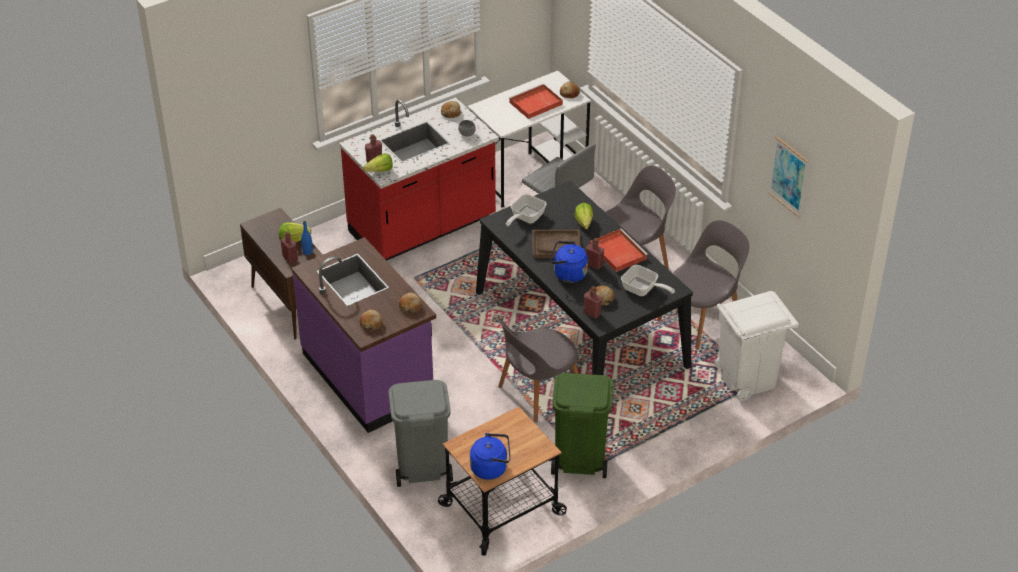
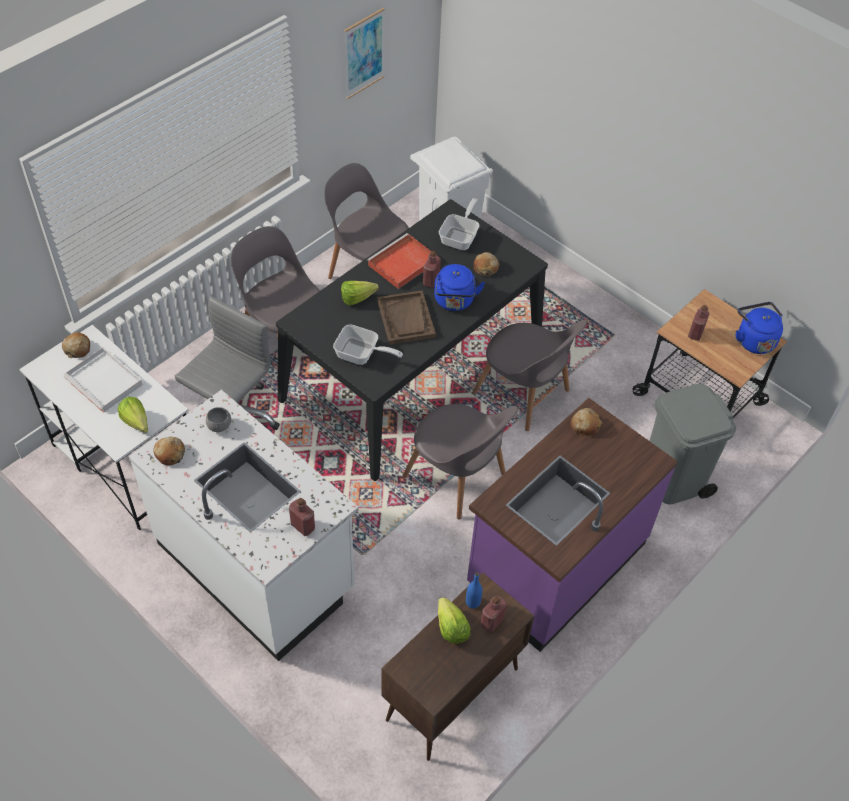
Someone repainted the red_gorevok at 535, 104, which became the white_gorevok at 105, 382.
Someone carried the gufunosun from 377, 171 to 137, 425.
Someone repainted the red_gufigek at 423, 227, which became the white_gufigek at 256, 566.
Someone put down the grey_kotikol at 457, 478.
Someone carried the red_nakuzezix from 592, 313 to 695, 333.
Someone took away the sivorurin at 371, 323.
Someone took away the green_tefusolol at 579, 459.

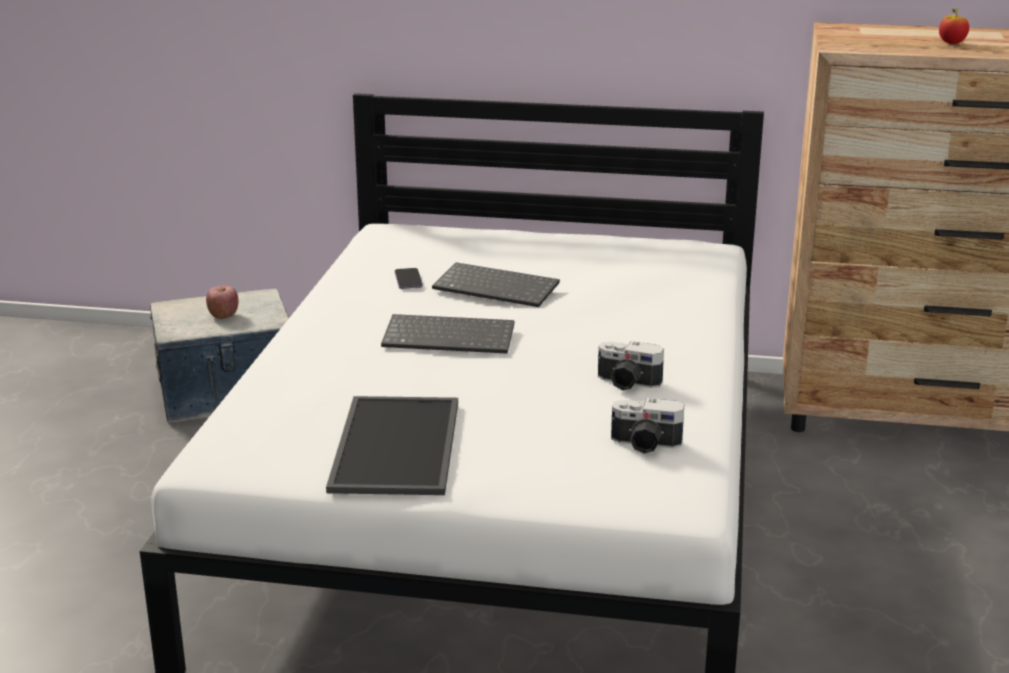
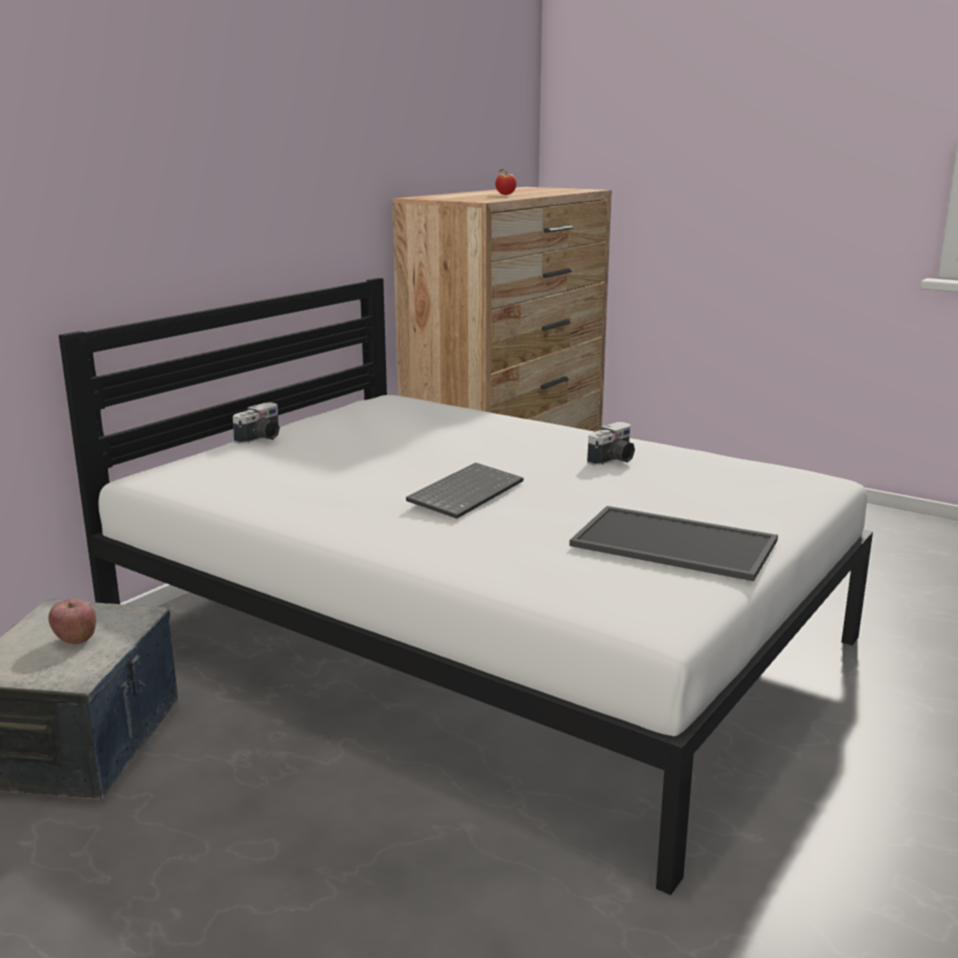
Someone carried the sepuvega from 645, 444 to 261, 438.
Someone took away the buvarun at 408, 280.
Someone took away the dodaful at 498, 287.

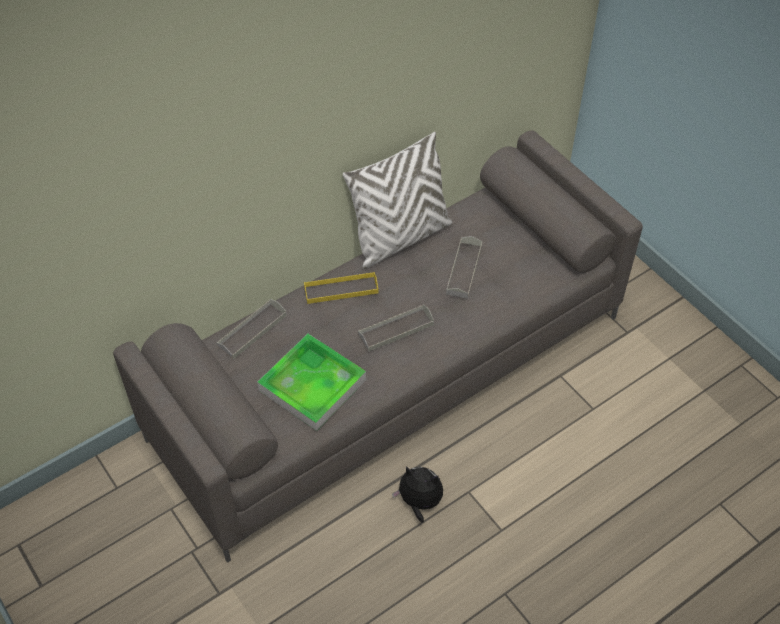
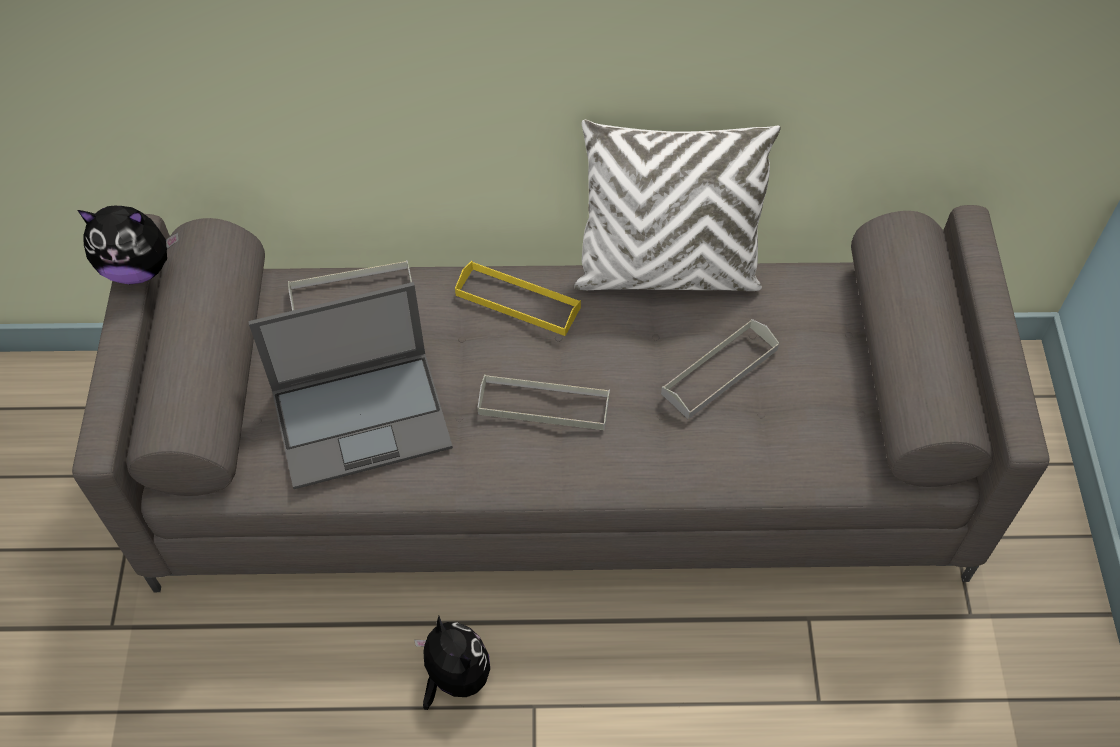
Someone put down the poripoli at 138, 268.
Someone swapped the gorevok at 312, 385 for the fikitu at 363, 417.

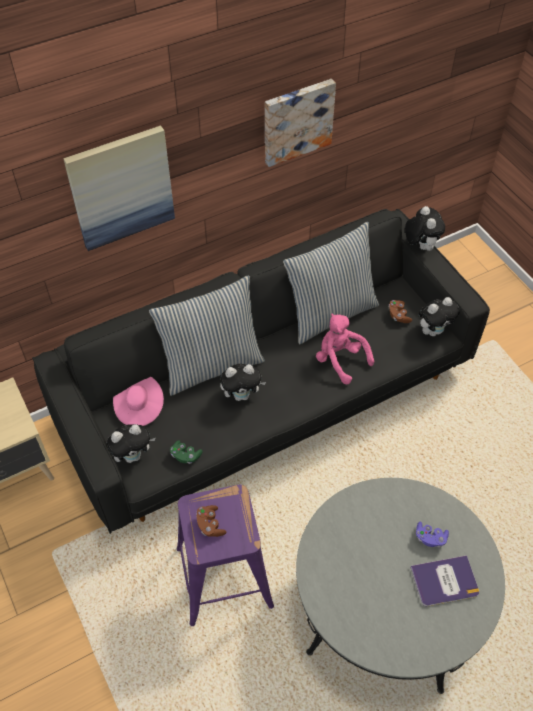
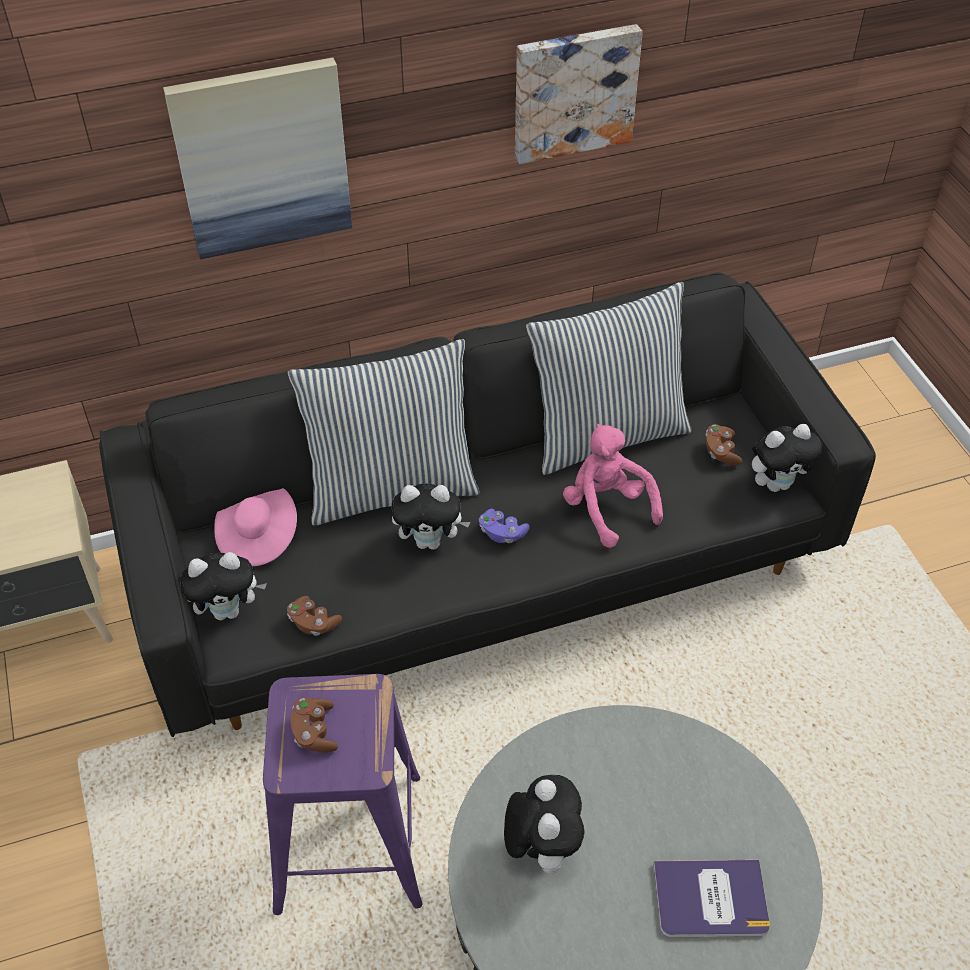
Someone repainted the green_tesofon at 185, 456, which became the brown_tesofon at 313, 623.
Someone carried the purple_tesofon from 430, 538 to 502, 533.
Someone carried the poripoli from 420, 246 to 541, 848.

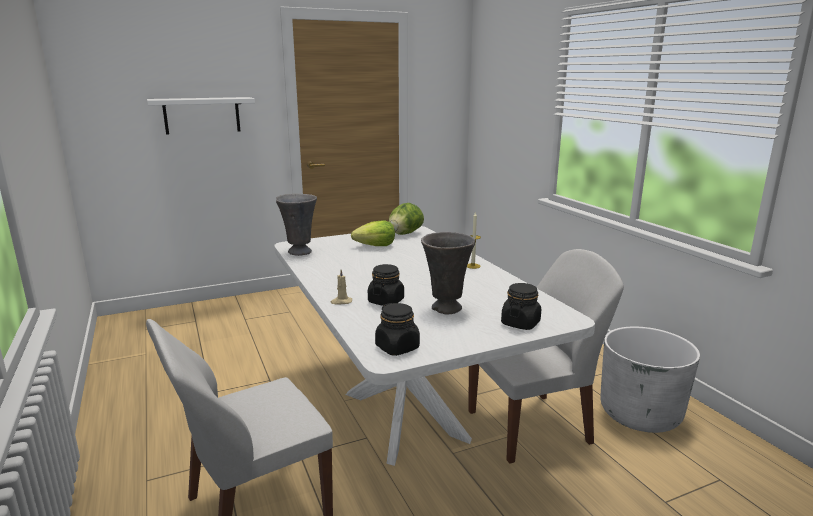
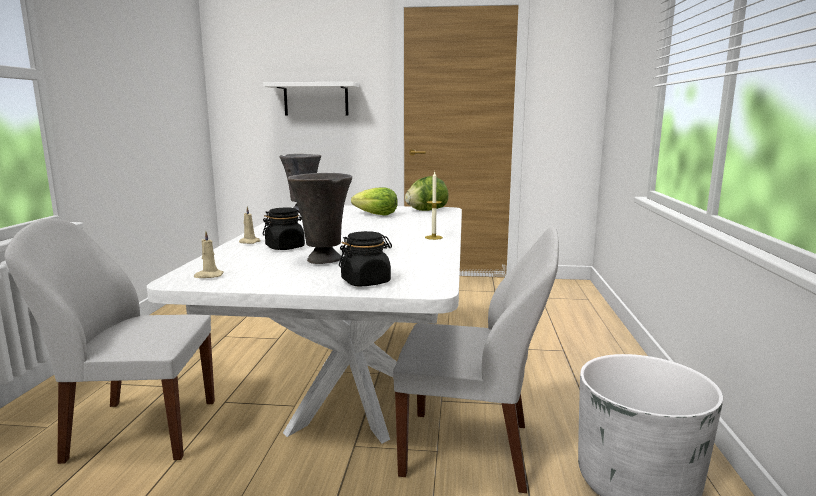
Someone swapped the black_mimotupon at 397, 347 for the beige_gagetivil at 208, 276.

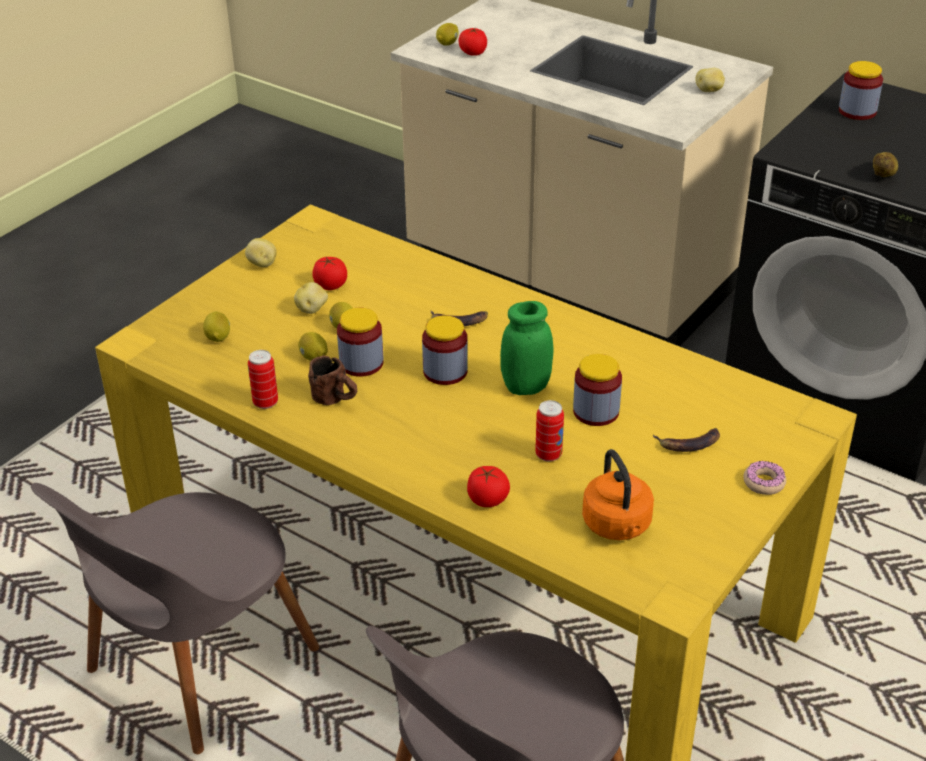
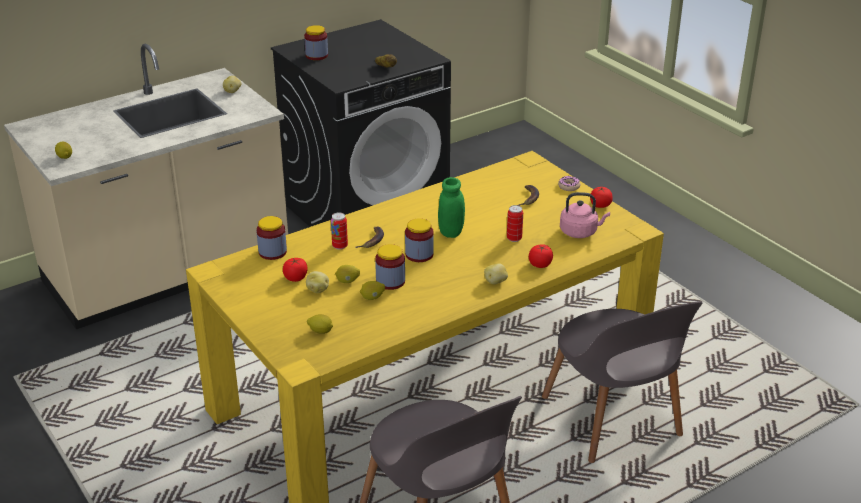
Someone carried the mimotupon from 596, 411 to 272, 252.
Someone carried the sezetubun from 265, 402 to 340, 246.
Someone carried the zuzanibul from 262, 264 to 496, 282.
Someone repainted the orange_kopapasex at 618, 526, which became the pink_kopapasex at 580, 232.
Someone carried the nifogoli from 473, 53 to 600, 205.
Someone took away the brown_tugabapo at 336, 400.

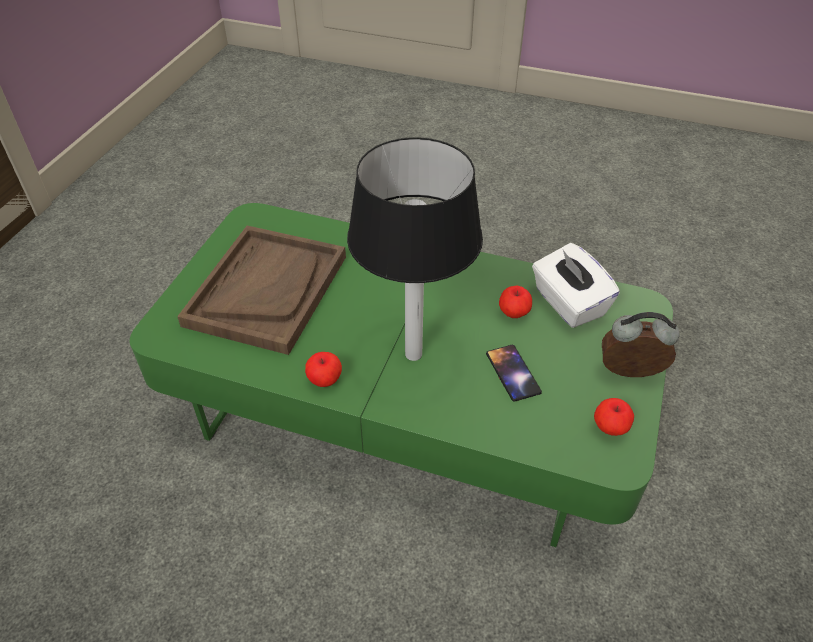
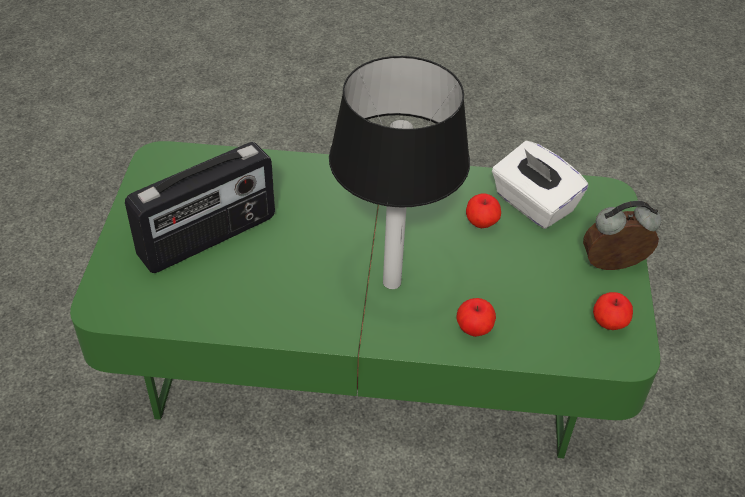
Someone swapped the brown_gorevok at 267, 290 for the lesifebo at 209, 238.
Someone carried the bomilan from 325, 380 to 474, 328.
Someone took away the buvarun at 512, 373.

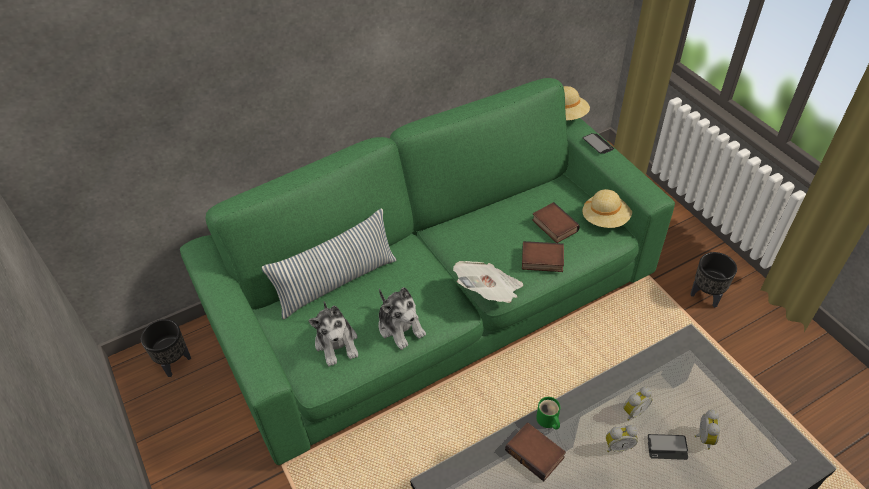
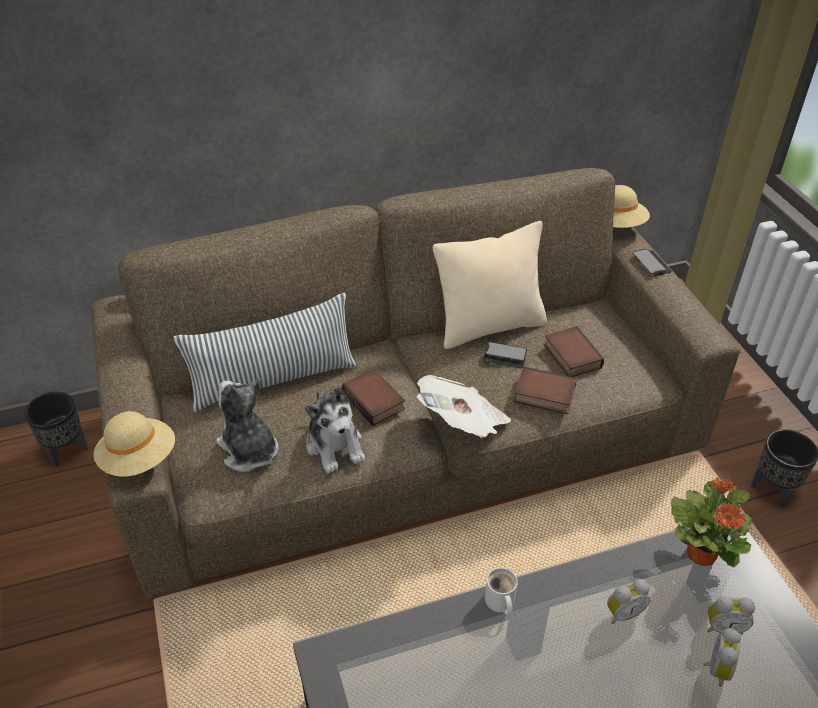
Someone repainted the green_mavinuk at 436, 299, which became the brown_mavinuk at 408, 432.
Someone carried the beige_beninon from 605, 219 to 139, 459.
Someone rotated the poripoli at 337, 343 by 150 degrees clockwise.
Someone carried the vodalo from 536, 453 to 375, 401.
Someone put down the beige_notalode at 489, 326.
Someone carried the buvarun from 667, 447 to 505, 356.
Someone repainted the green_tugabapo at 547, 420, which became the white_tugabapo at 499, 602.
Someone put down the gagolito at 701, 553.
Someone carried the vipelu from 618, 445 to 723, 627.

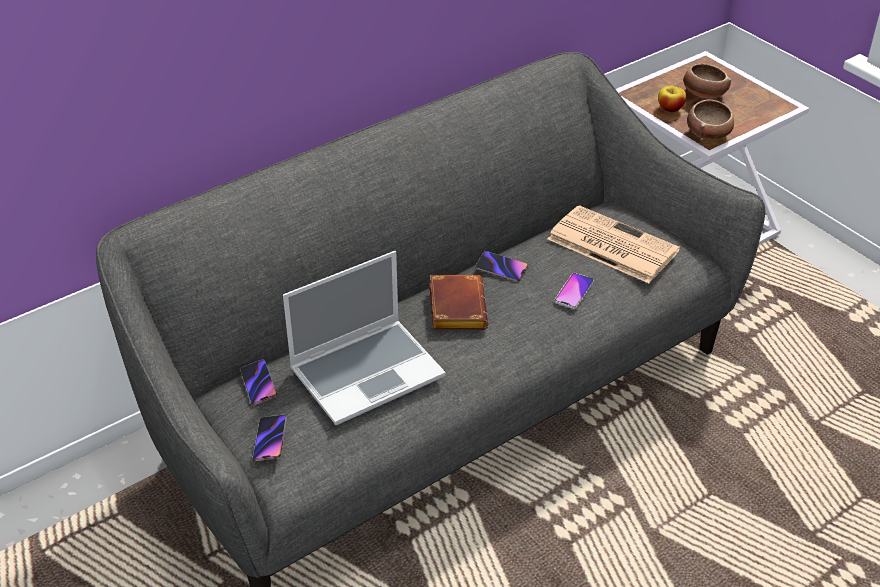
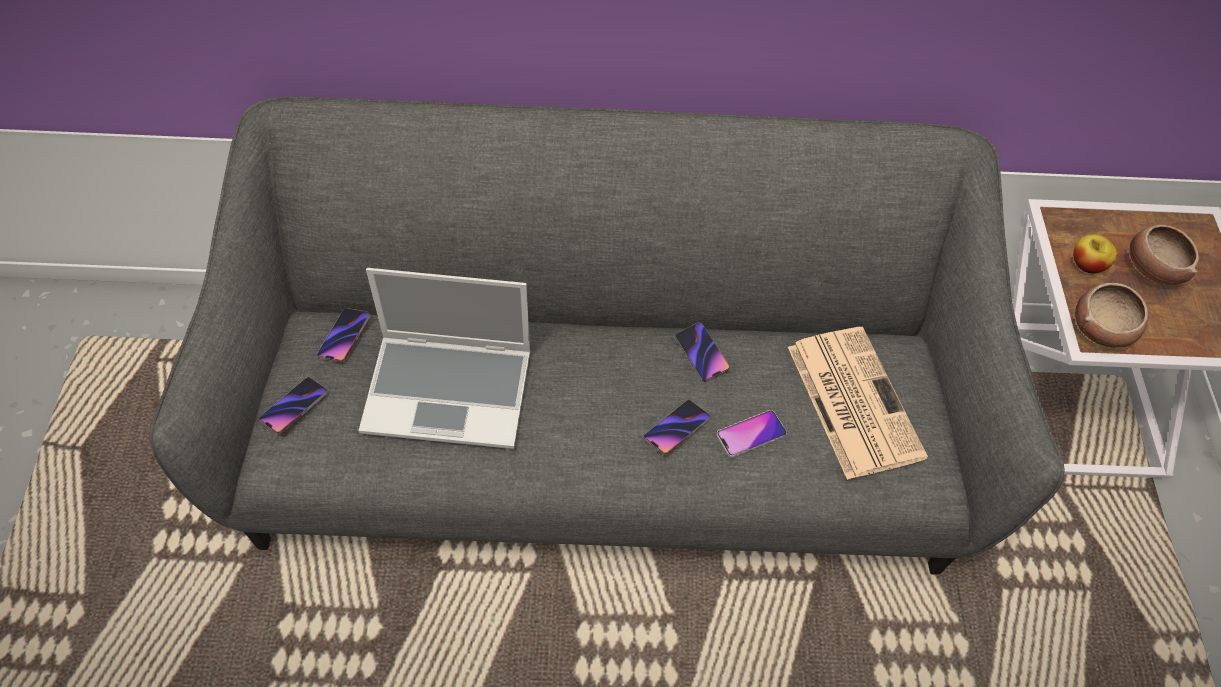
Someone put down the buvarun at 676, 429.
Someone took away the brown_vodalo at 455, 307.

